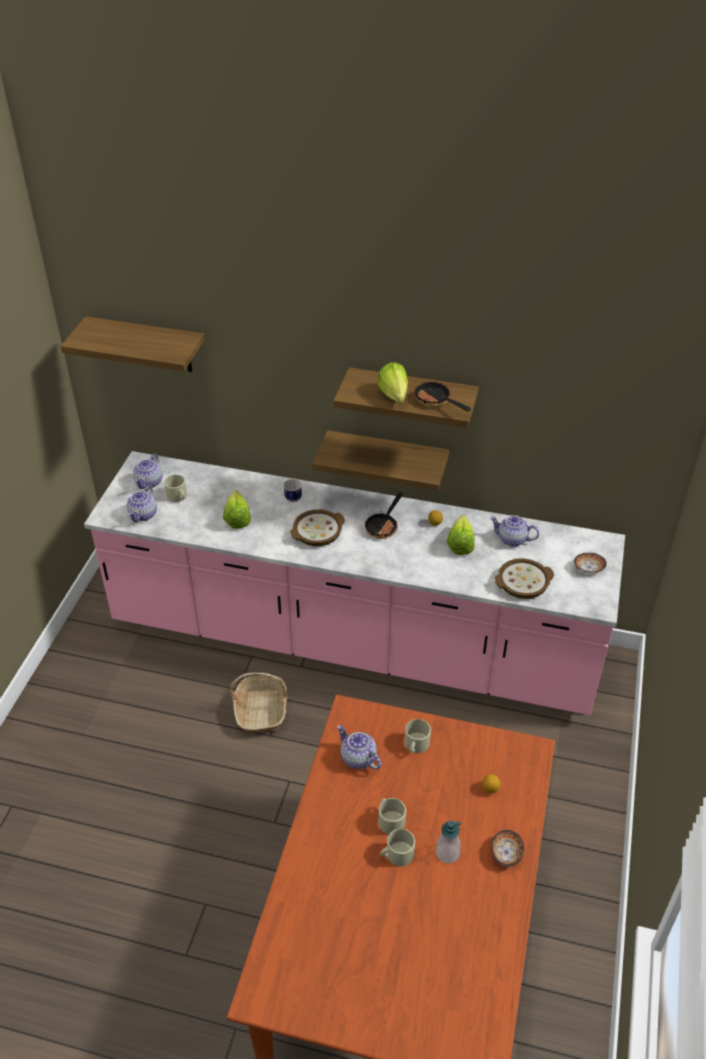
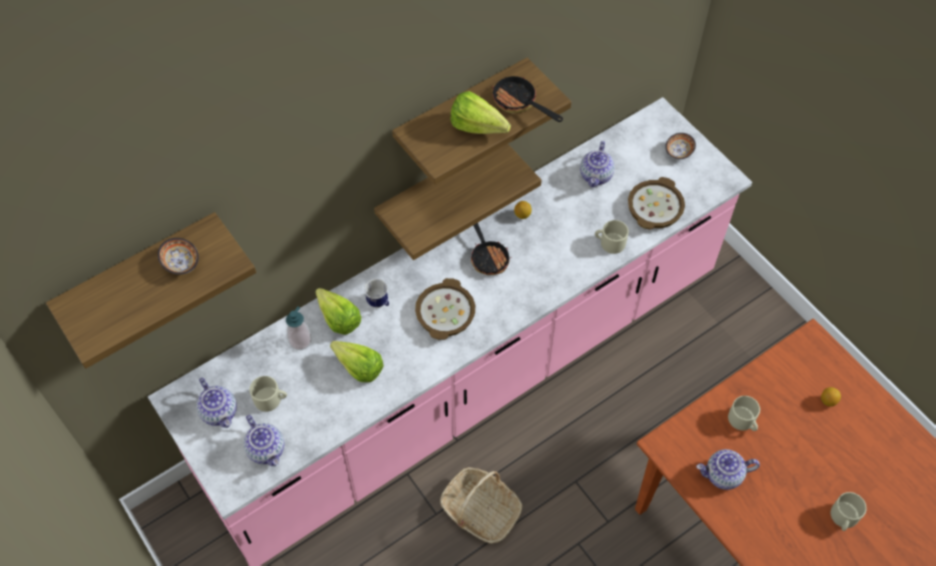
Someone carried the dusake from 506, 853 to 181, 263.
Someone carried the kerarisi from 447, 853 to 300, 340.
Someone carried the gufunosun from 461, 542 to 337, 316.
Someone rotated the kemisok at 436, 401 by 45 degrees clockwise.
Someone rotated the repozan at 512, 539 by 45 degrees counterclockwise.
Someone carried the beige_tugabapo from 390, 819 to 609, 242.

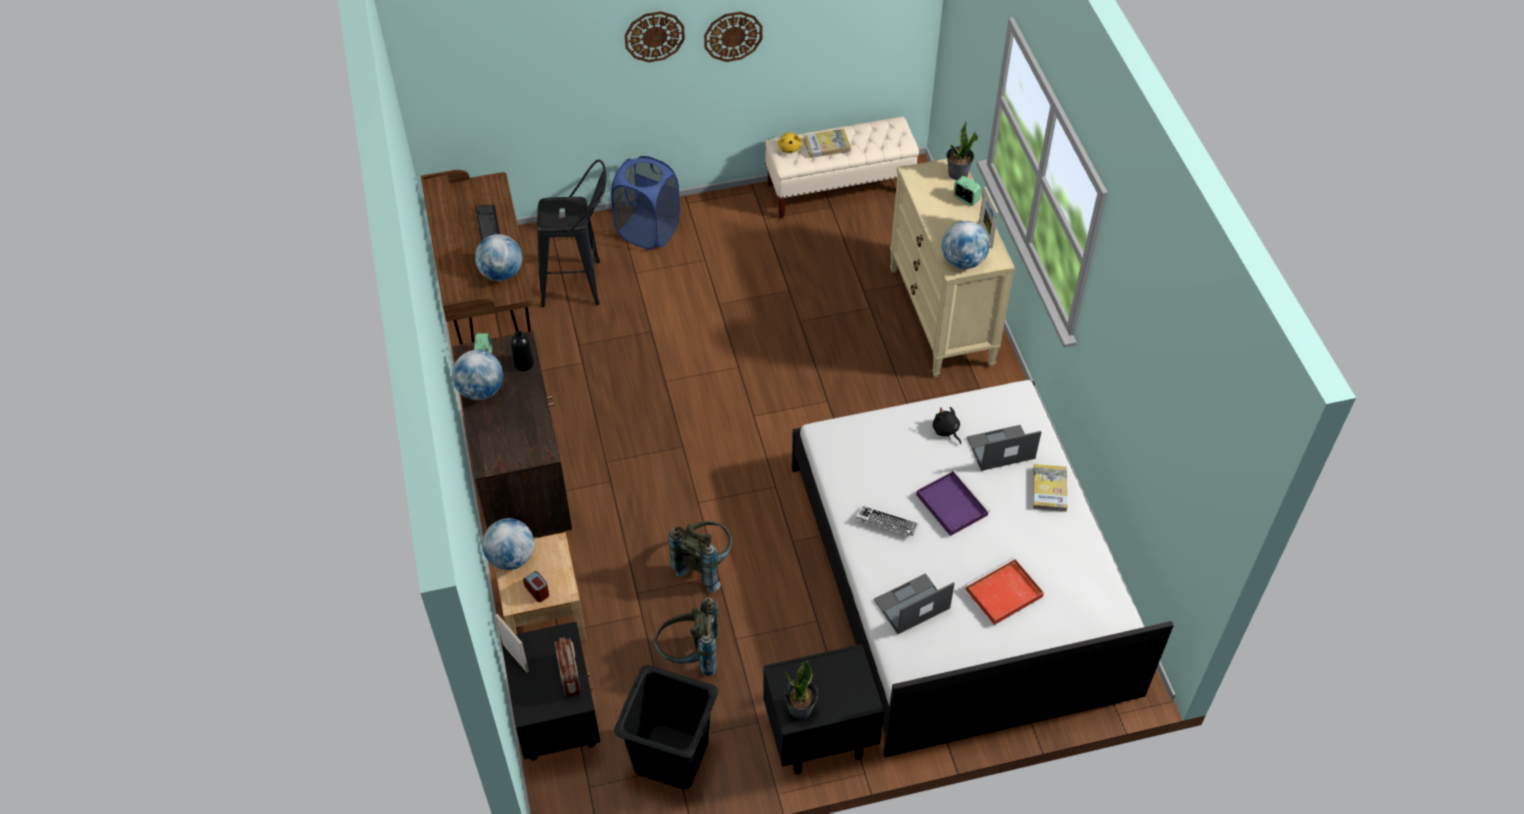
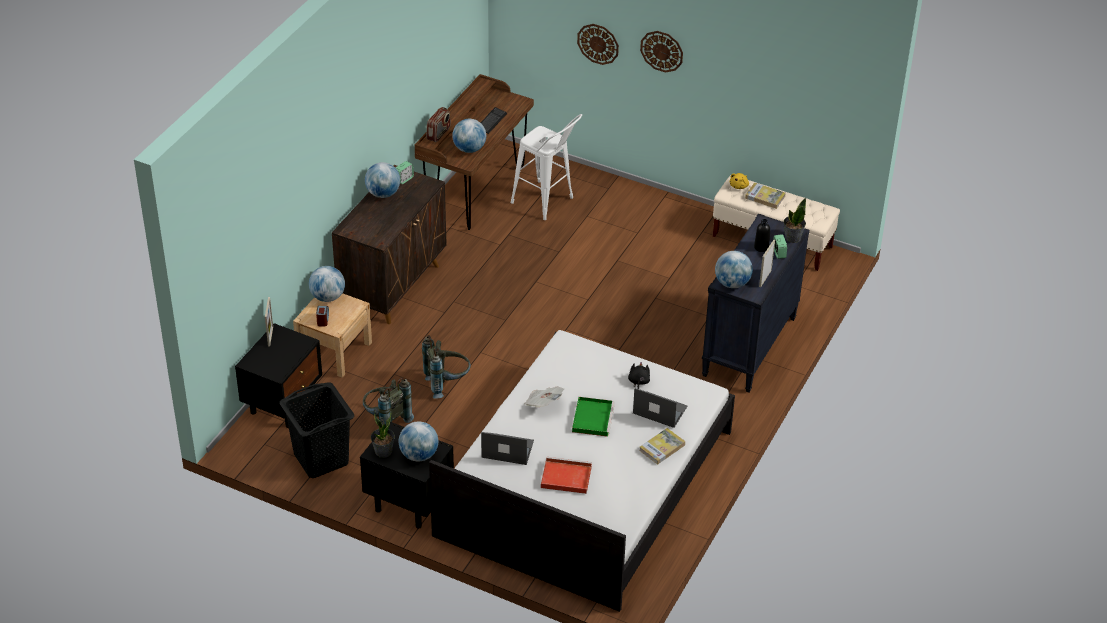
Someone put down the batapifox at 419, 455.
Someone carried the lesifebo from 569, 675 to 438, 133.
Someone repainted the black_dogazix at 579, 283, which became the white_dogazix at 547, 203.
Someone swapped the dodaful at 886, 523 for the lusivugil at 543, 404.
Someone repainted the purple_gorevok at 950, 504, which became the green_gorevok at 592, 417.
Someone carried the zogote from 733, 36 to 598, 43.
Someone repainted the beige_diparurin at 941, 317, which became the black_diparurin at 749, 347.
Someone carried the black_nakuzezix from 524, 363 to 761, 247.
Someone took away the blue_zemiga at 647, 231.

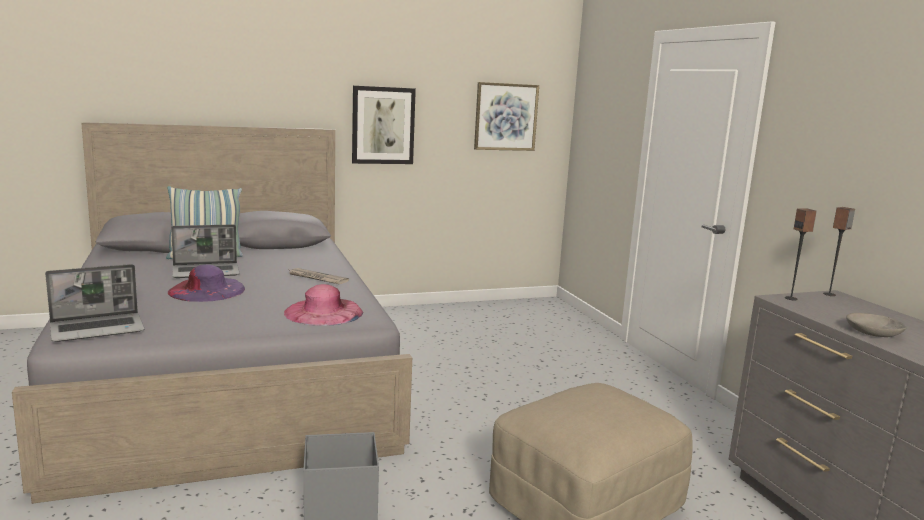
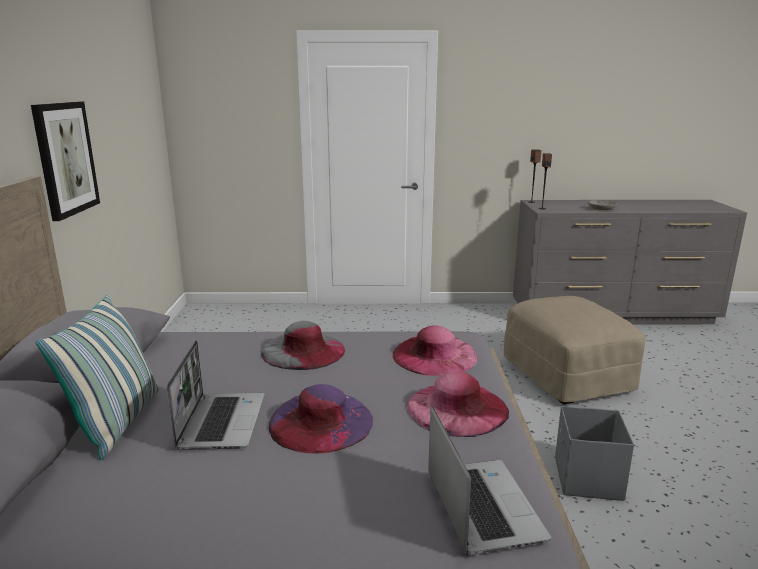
Someone swapped the lusivugil at 316, 278 for the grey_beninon at 303, 350.
Someone put down the pink_beninon at 457, 408.
Someone took away the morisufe at 506, 117.

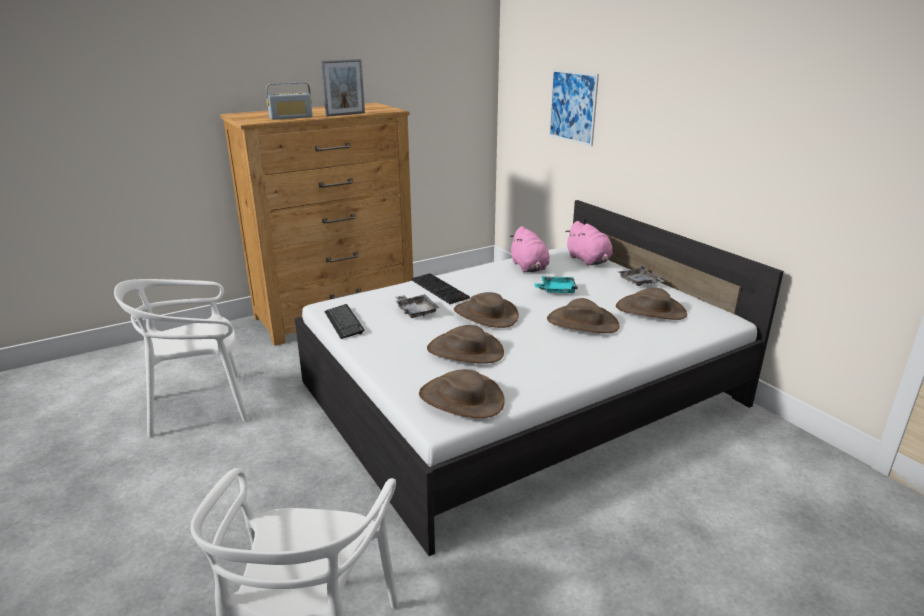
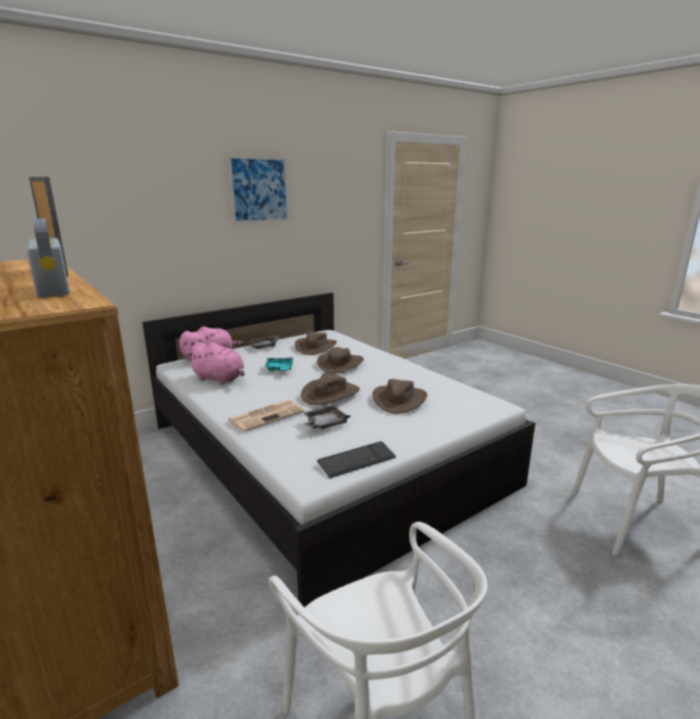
Someone rotated the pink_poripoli at 529, 268 by 45 degrees clockwise.
Someone carried the morisufe from 572, 106 to 259, 190.
Someone swapped the dodaful at 440, 289 for the lusivugil at 267, 415.
Someone took away the brown_beninon at 461, 398.

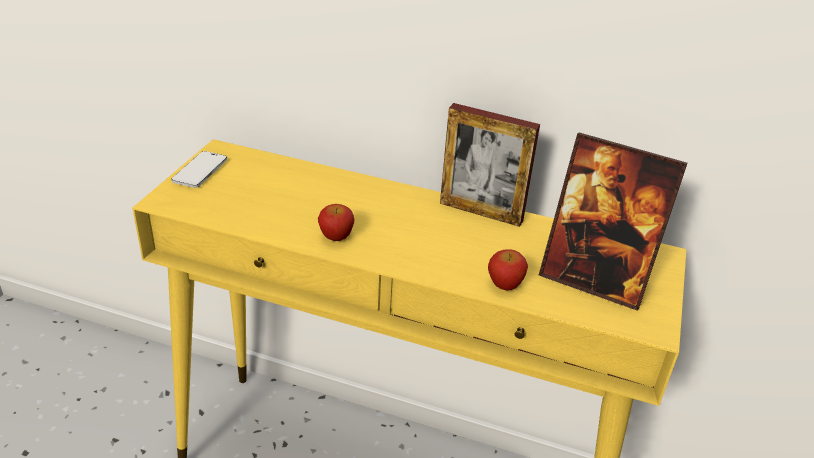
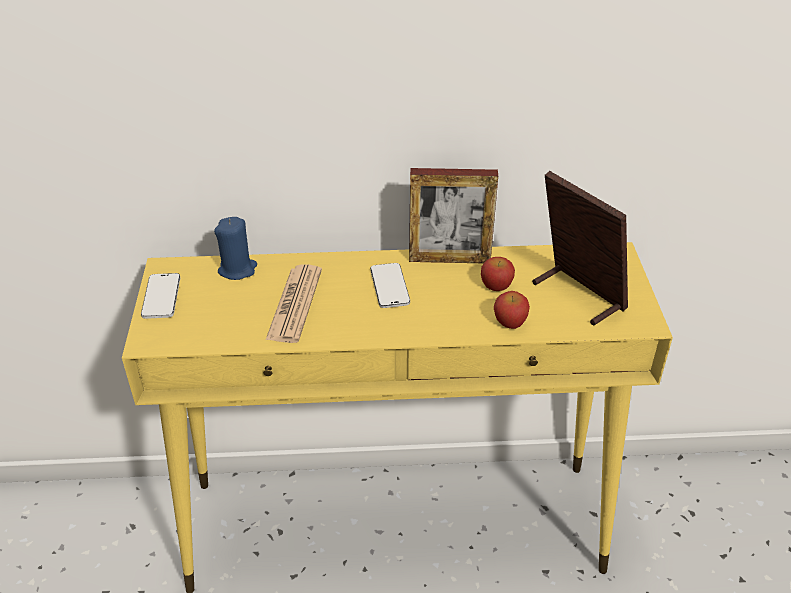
Someone put down the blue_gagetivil at 237, 269.
Someone put down the lusivugil at 295, 304.
Someone put down the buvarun at 389, 287.
Someone carried the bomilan from 336, 236 to 496, 286.
Someone rotated the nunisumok at 594, 280 by 135 degrees counterclockwise.

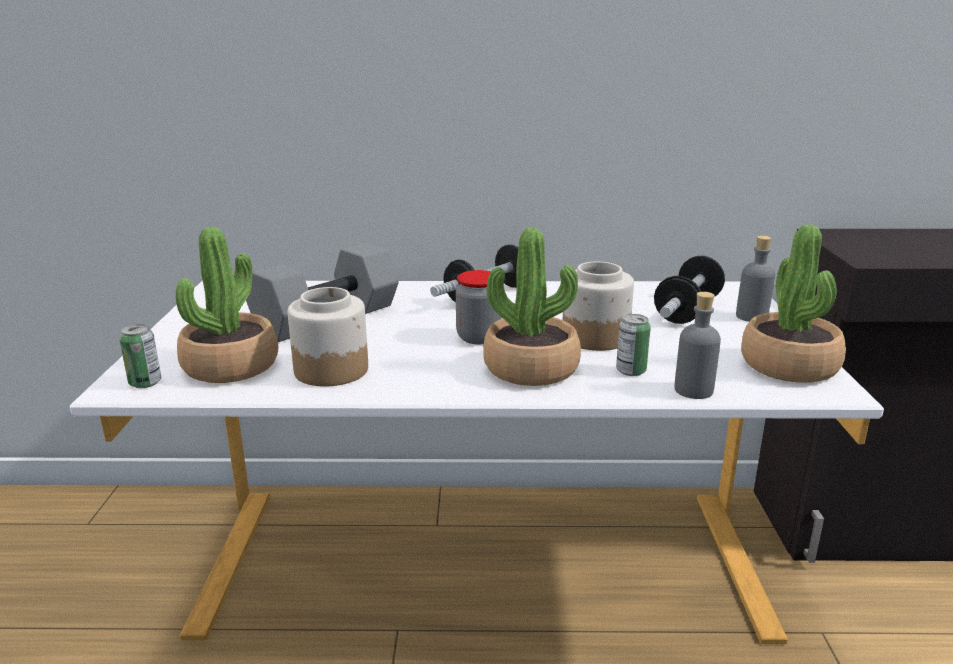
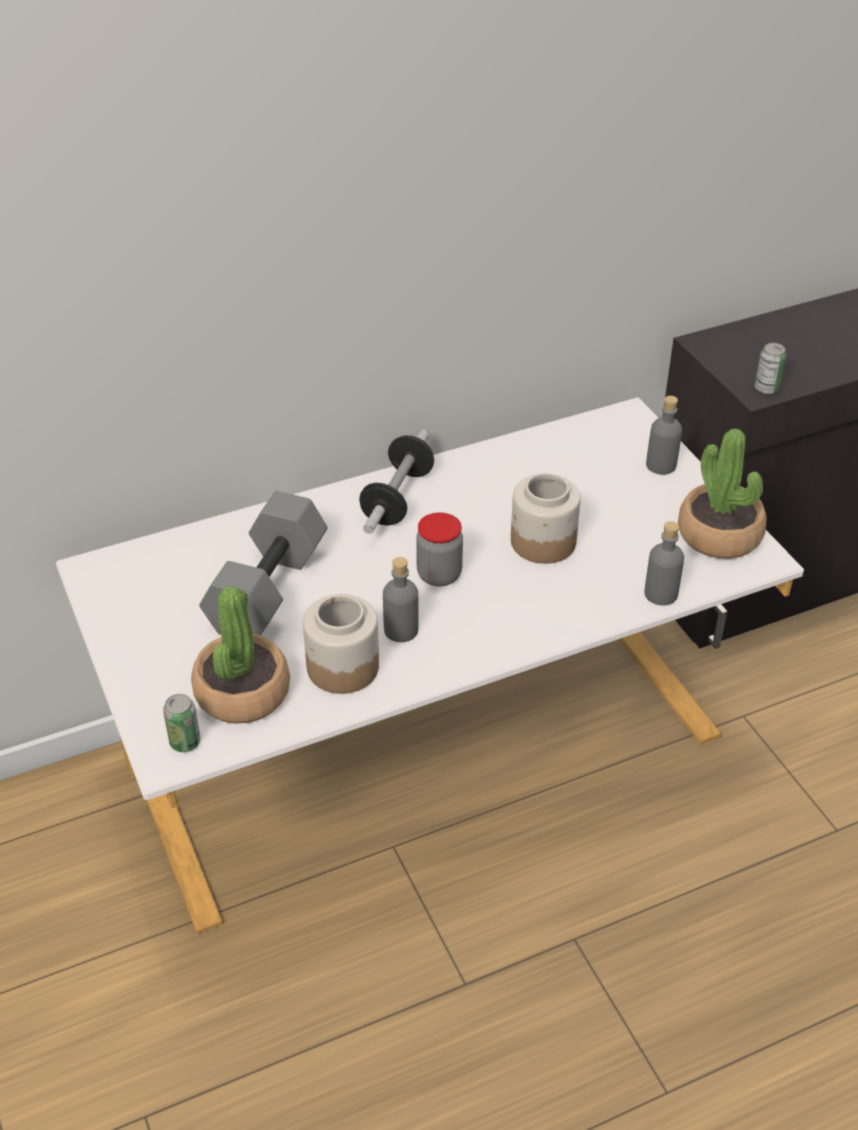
Someone put down the grey_nakuzezix at 401, 630.
Someone carried the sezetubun from 631, 371 to 766, 388.
Someone took away the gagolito at 531, 368.
Someone took away the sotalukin at 687, 310.

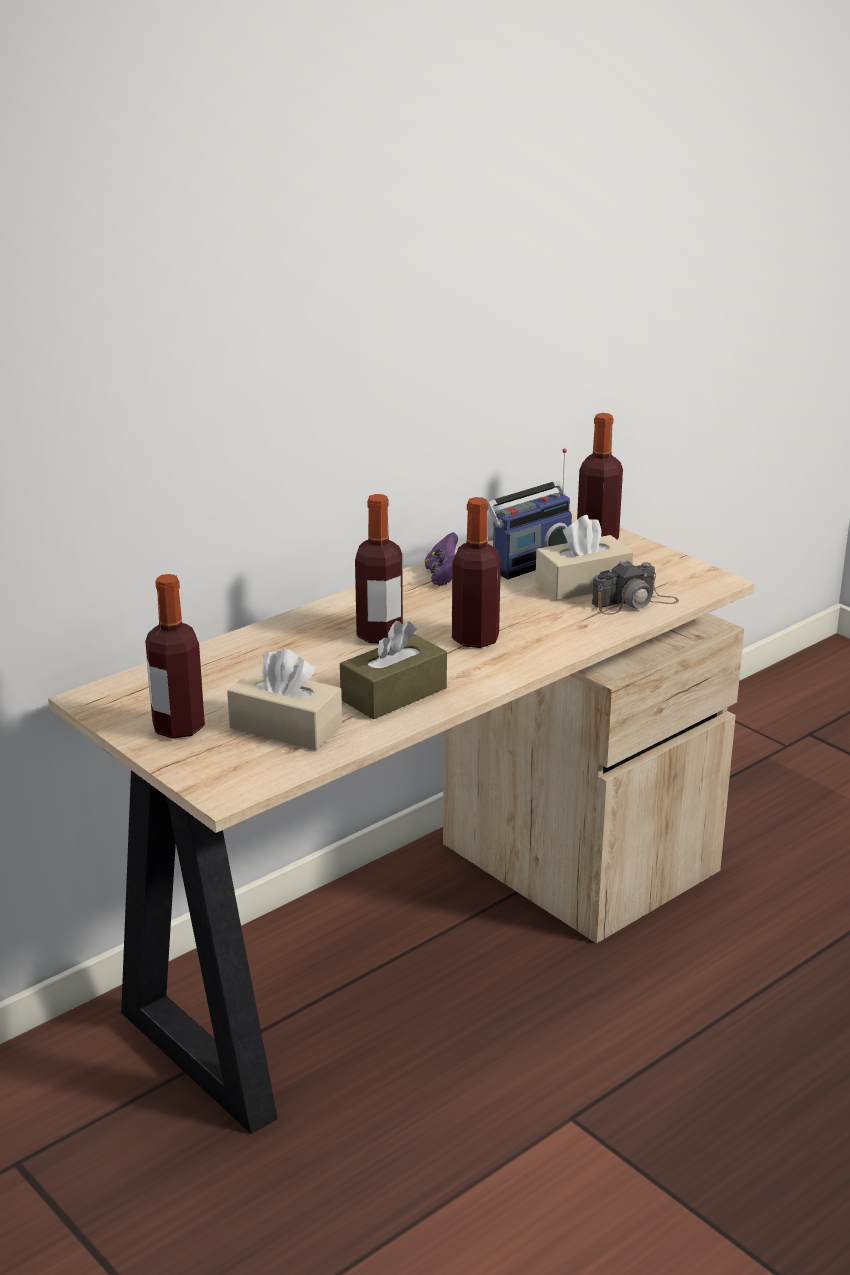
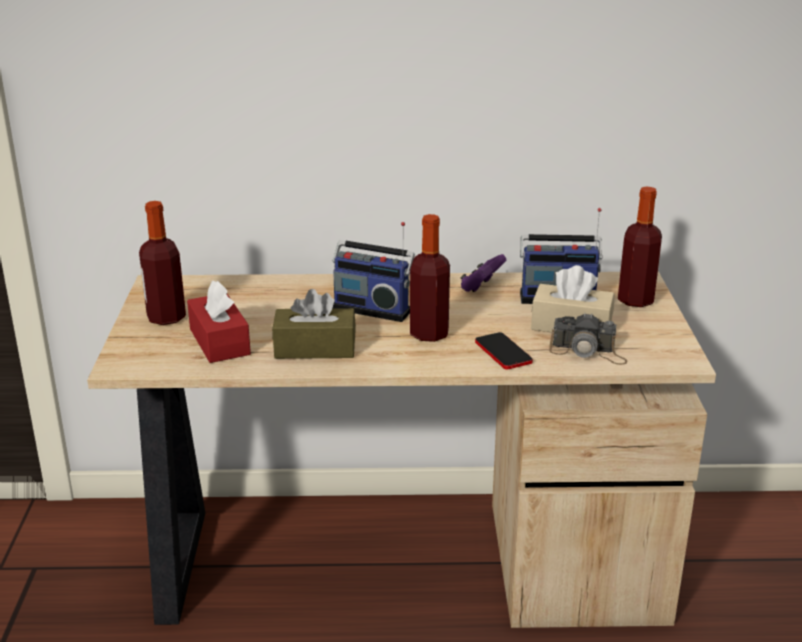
Someone repainted the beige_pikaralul at 285, 727, which became the red_pikaralul at 219, 342.
Someone swapped the nakuzezix at 379, 635 for the lesifebo at 373, 308.
Someone put down the buvarun at 503, 352.

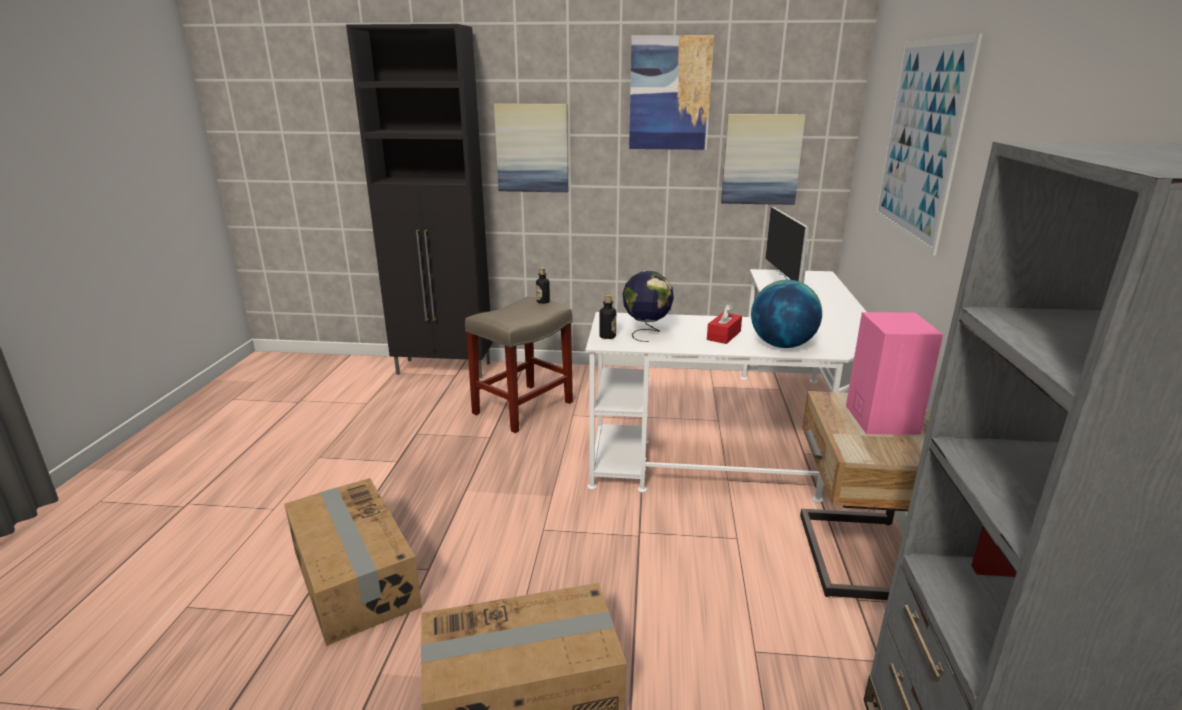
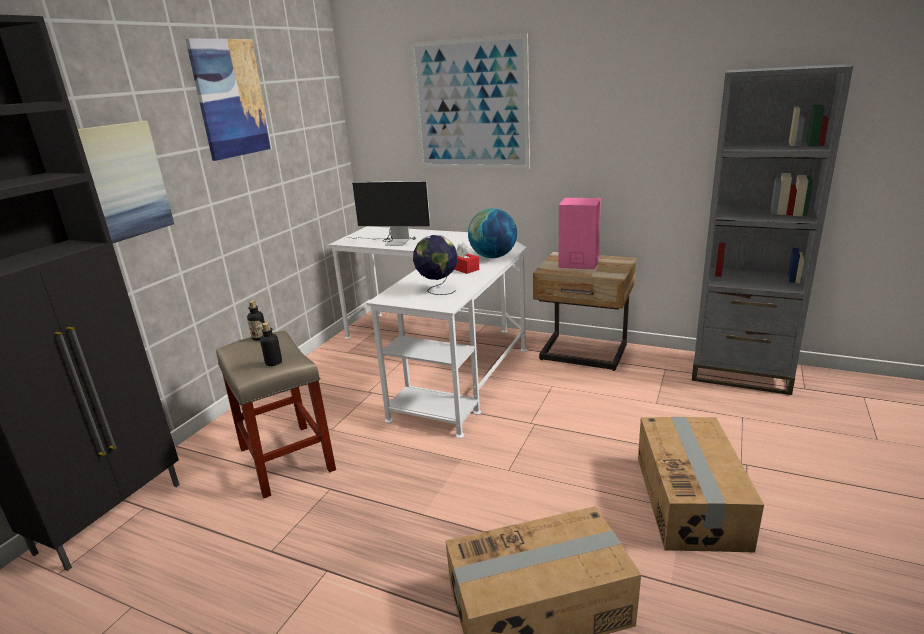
Someone carried the nakuzezix from 607, 336 to 273, 362.
Someone took away the morisufe at 761, 159.

